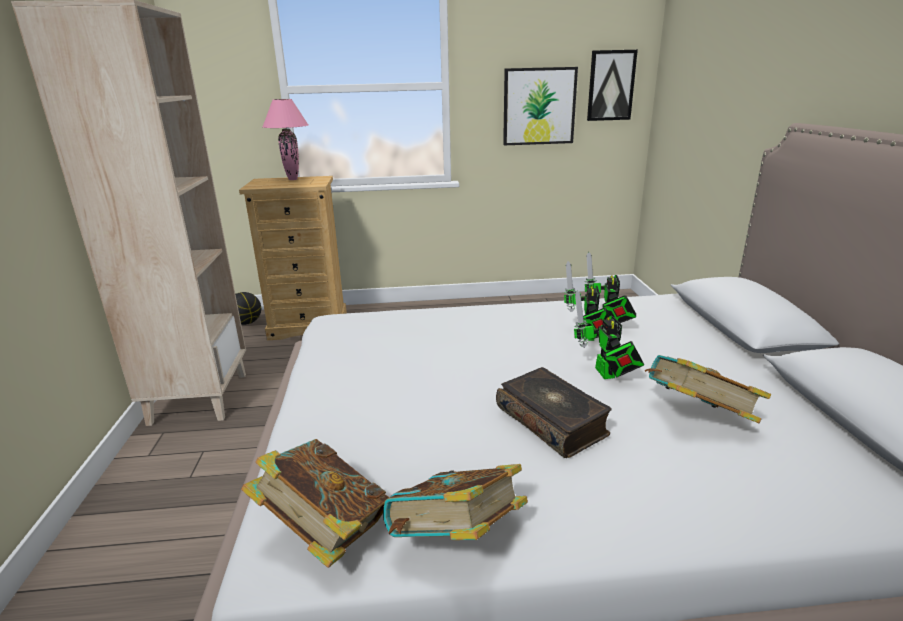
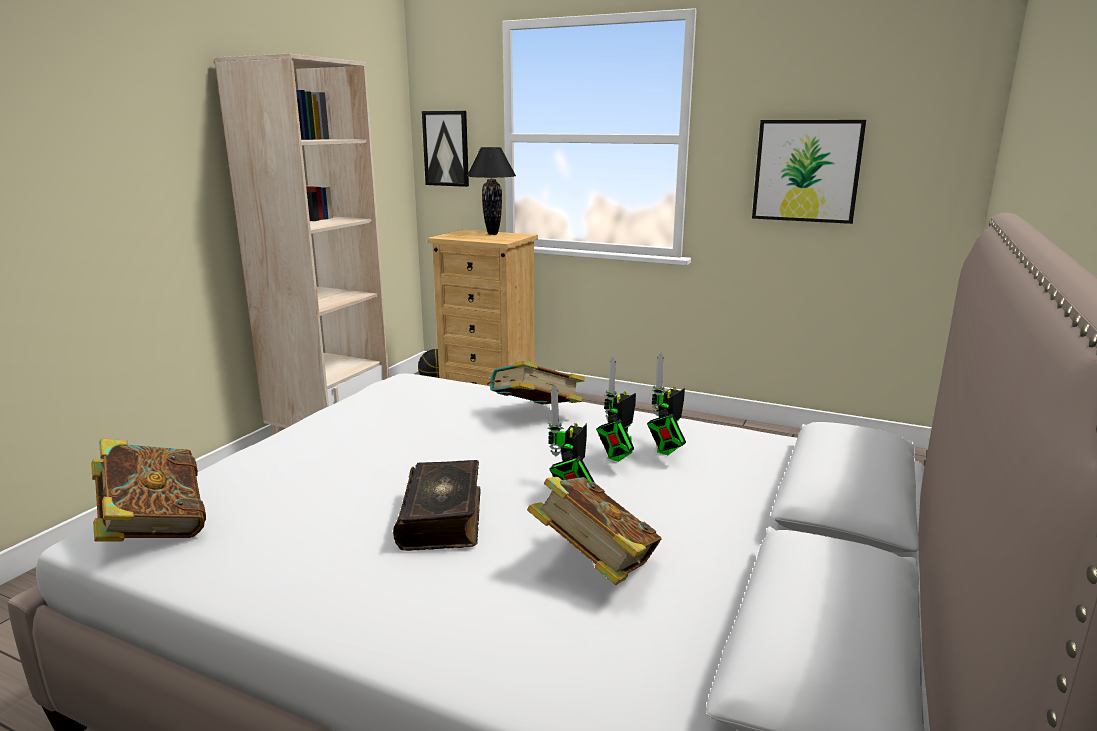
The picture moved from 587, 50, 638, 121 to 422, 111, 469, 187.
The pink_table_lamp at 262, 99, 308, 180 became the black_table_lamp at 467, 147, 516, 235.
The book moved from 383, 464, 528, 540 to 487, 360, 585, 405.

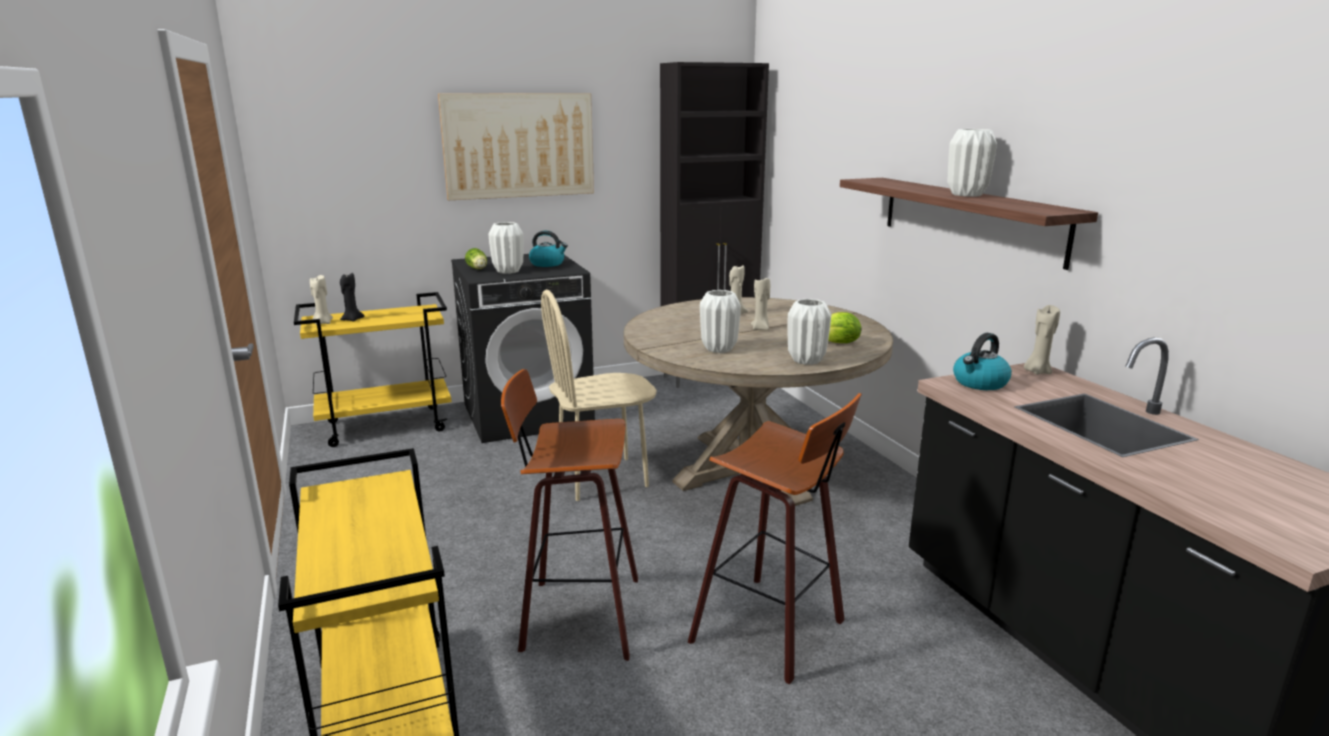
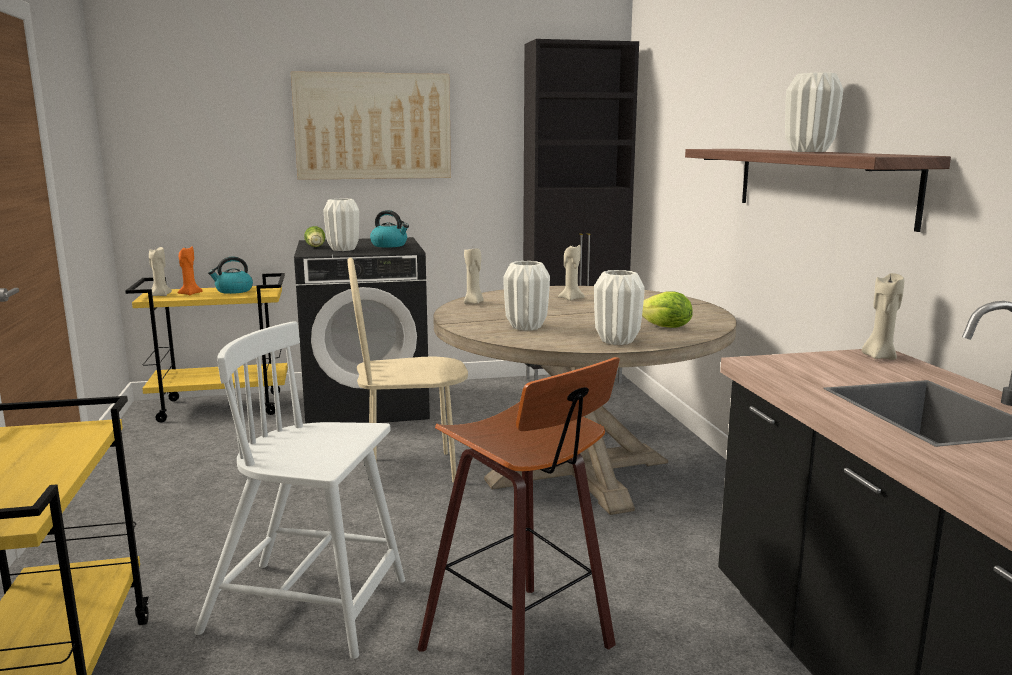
The black_candle at 340, 273, 364, 322 became the orange_candle at 178, 246, 203, 295.
The beige_candle moved from 751, 276, 770, 330 to 464, 247, 483, 304.
The kettle moved from 953, 333, 1012, 390 to 208, 257, 253, 294.
The stool at 501, 369, 638, 661 was replaced by the white_chair at 194, 321, 405, 659.

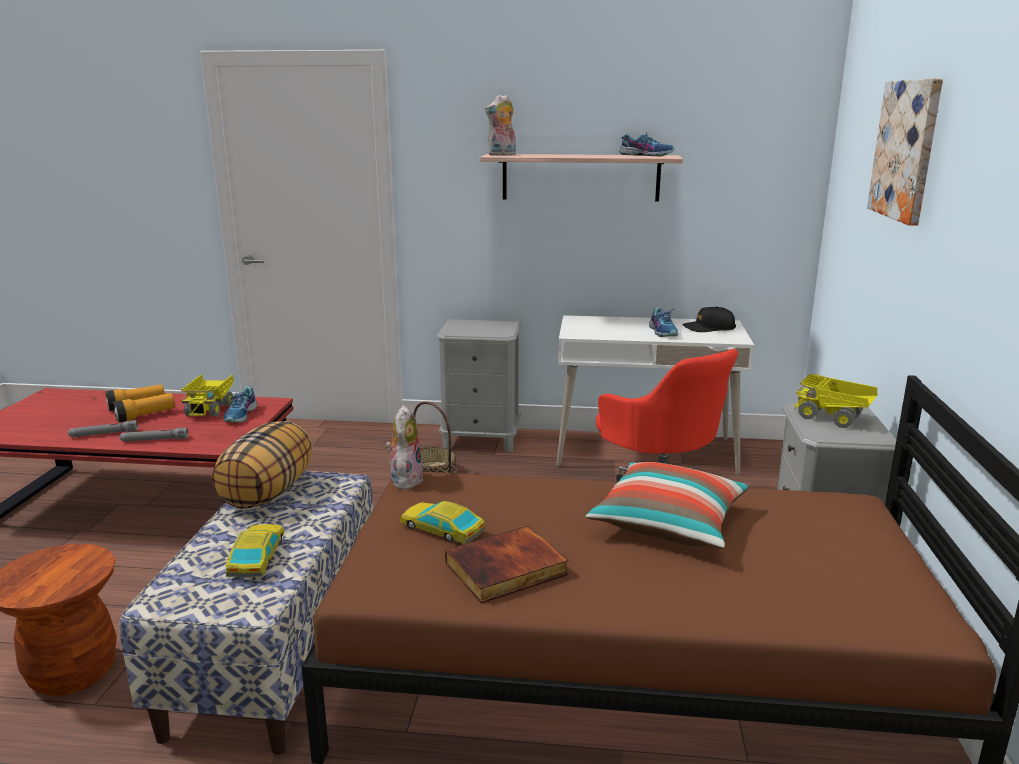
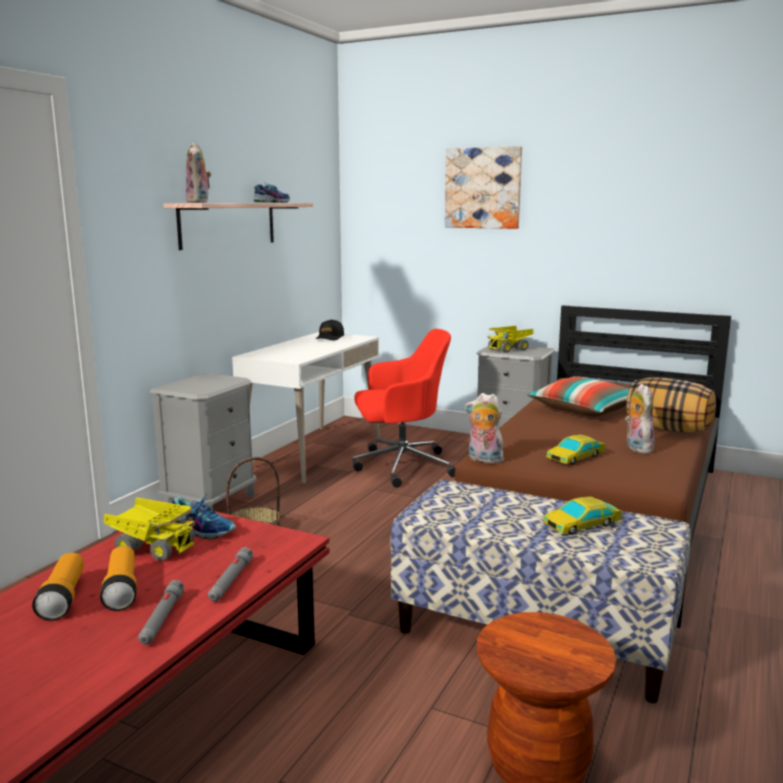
The shoe at 649, 307, 678, 337 disappeared.
The pillow moved from 212, 421, 312, 509 to 626, 378, 716, 433.
The toy_car at 226, 524, 285, 577 turned 45 degrees counterclockwise.
The book at 445, 526, 568, 603 was replaced by the plush_toy at 625, 384, 655, 454.

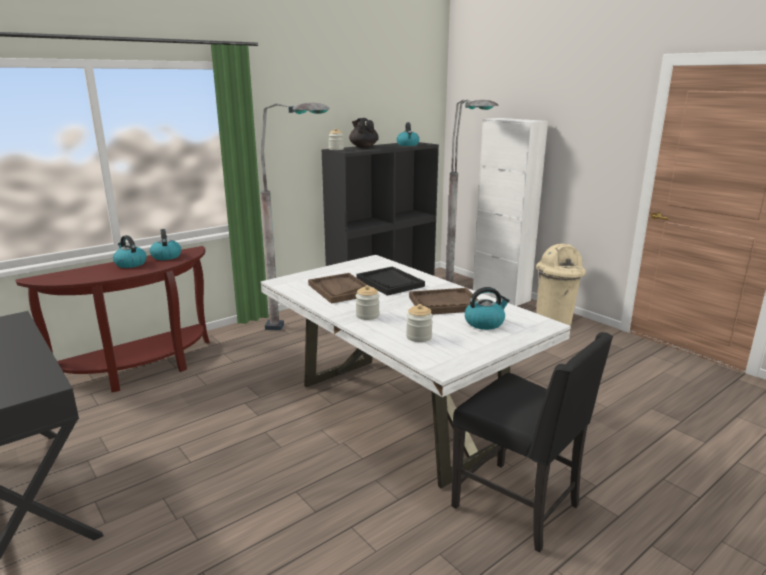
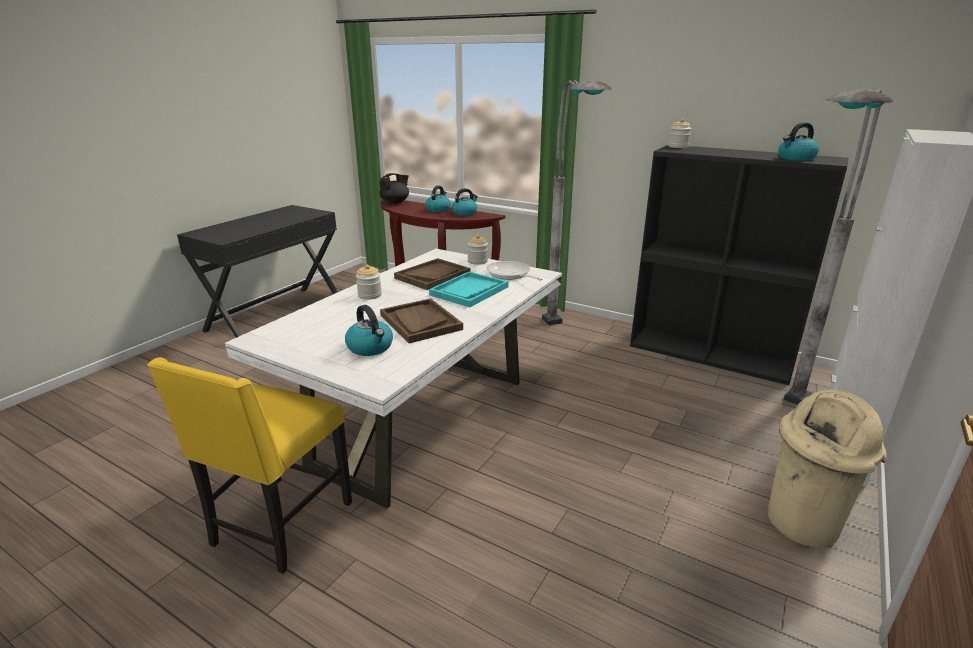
The black_teapot moved from 349, 118, 379, 148 to 379, 173, 409, 204.
The black_tray at 356, 266, 425, 296 became the turquoise_tray at 429, 271, 509, 307.
The jar moved from 406, 304, 433, 342 to 467, 235, 488, 265.
The black_chair at 451, 332, 613, 553 became the yellow_chair at 147, 357, 352, 574.
The frying_pan at 486, 261, 543, 281 appeared.

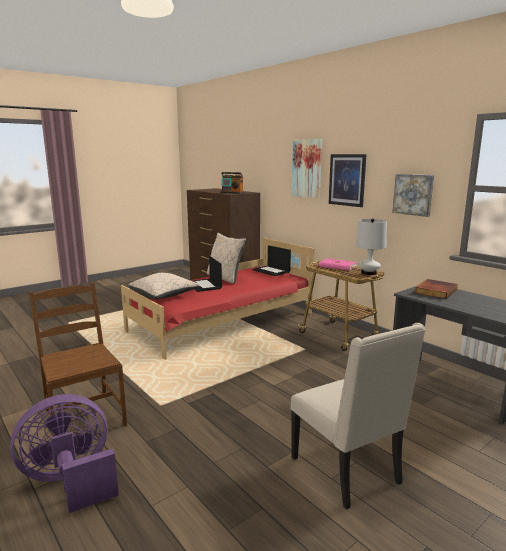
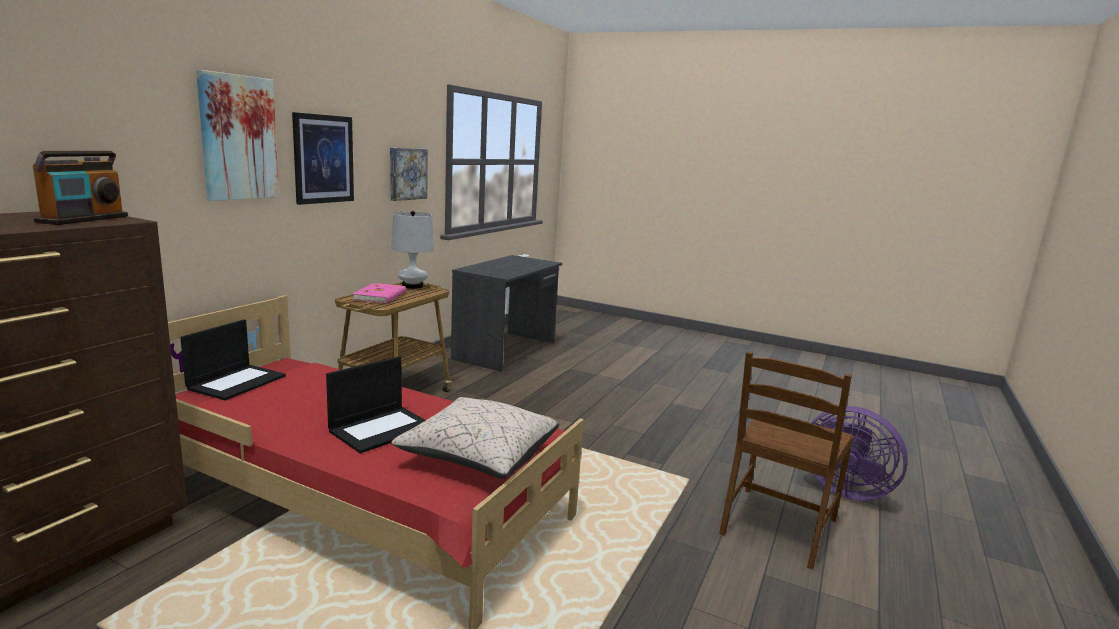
The beige_pillow at 207, 233, 246, 284 disappeared.
The book at 414, 279, 458, 299 disappeared.
The beige_chair at 290, 323, 426, 510 disappeared.

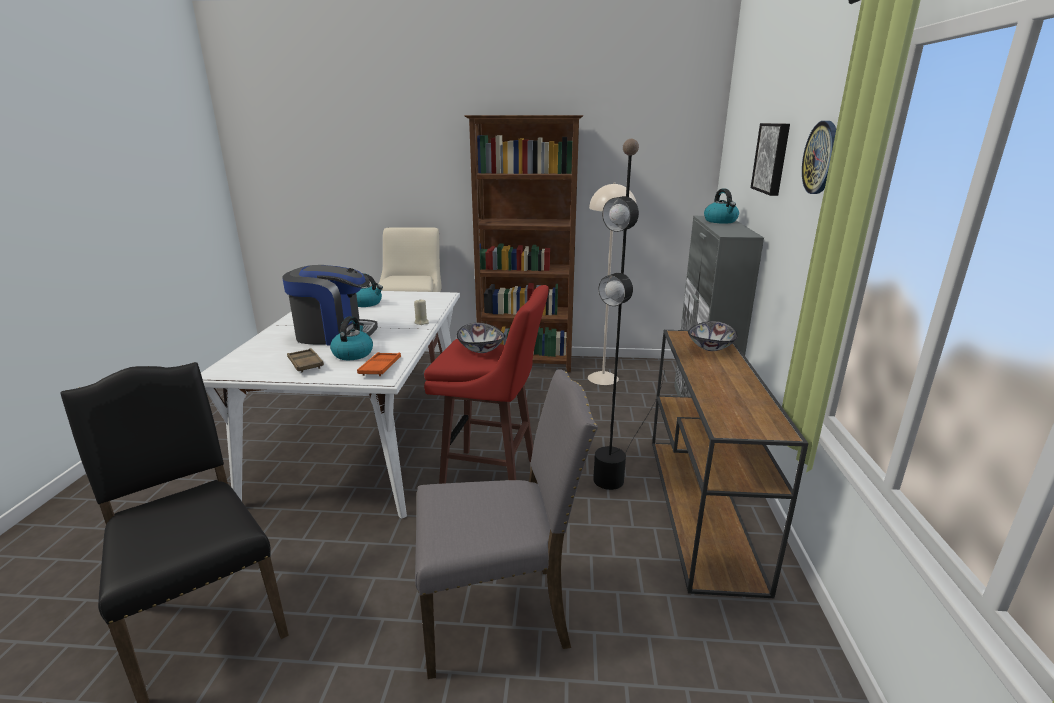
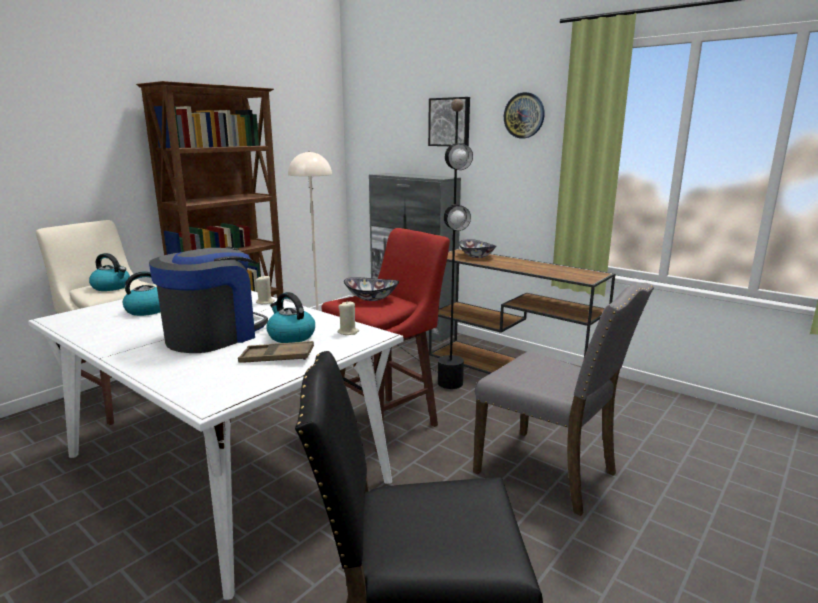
The kettle moved from 704, 189, 739, 224 to 89, 253, 130, 291.
The orange_tray at 357, 352, 401, 376 was replaced by the beige_candle at 338, 302, 359, 335.
The grey_chair at 415, 369, 598, 679 turned 105 degrees clockwise.

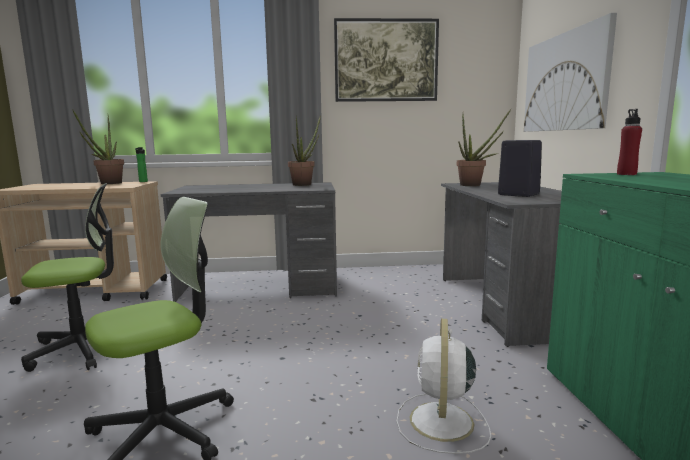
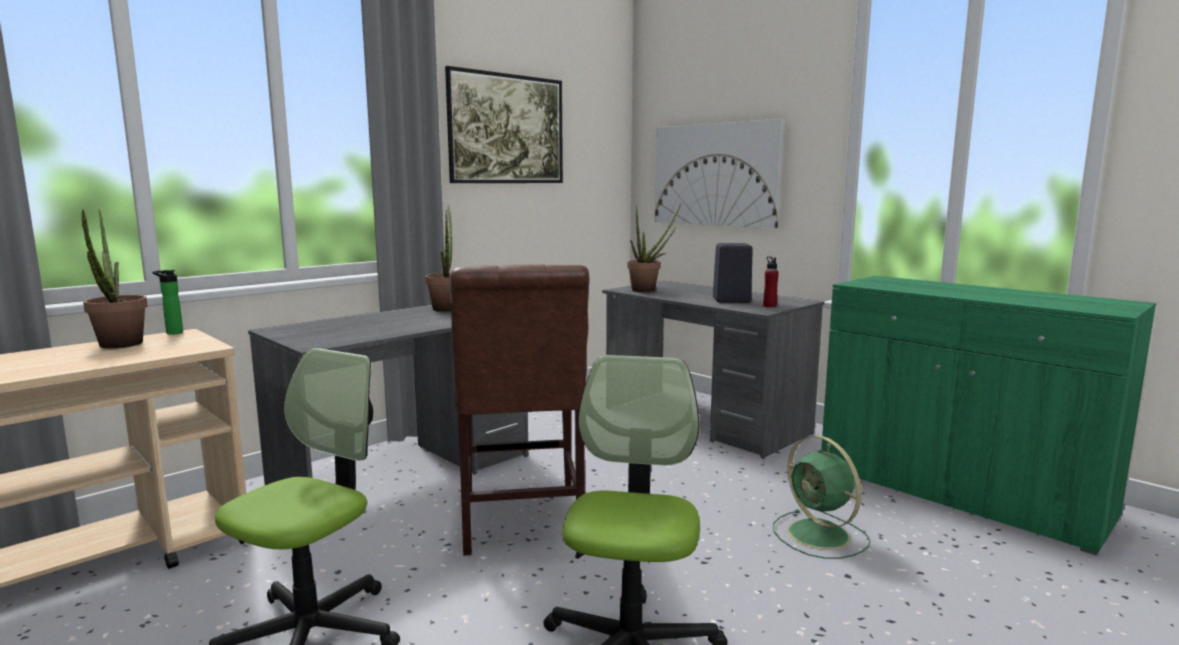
The red_bottle moved from 617, 109, 642, 175 to 763, 257, 779, 307.
The white_fan at 396, 319, 491, 454 became the green_fan at 773, 435, 870, 559.
The brown_chair at 449, 264, 590, 556 appeared.

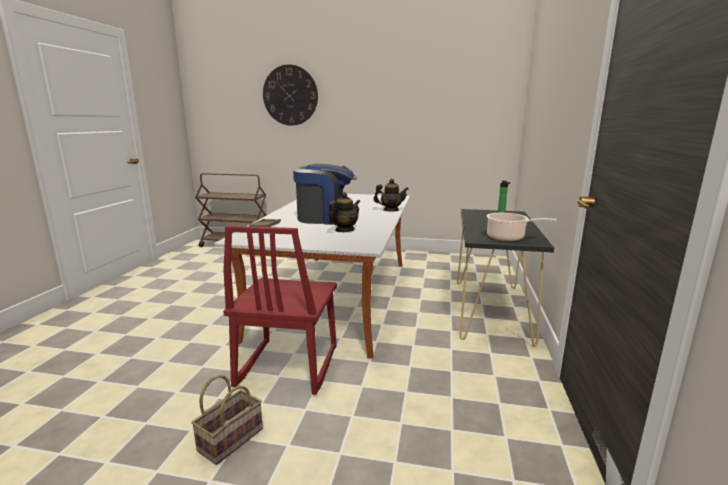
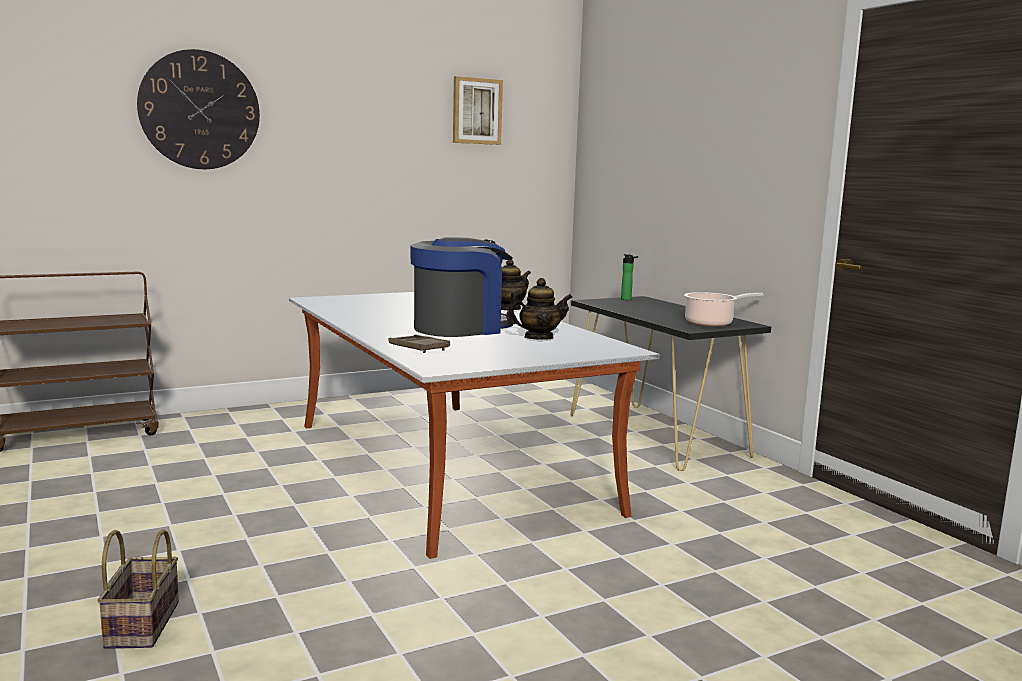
The teapot at 328, 192, 360, 232 turned 75 degrees clockwise.
The red_chair at 223, 226, 337, 395 disappeared.
The basket moved from 191, 375, 263, 465 to 98, 529, 179, 649.
The picture at 453, 76, 503, 145 appeared.

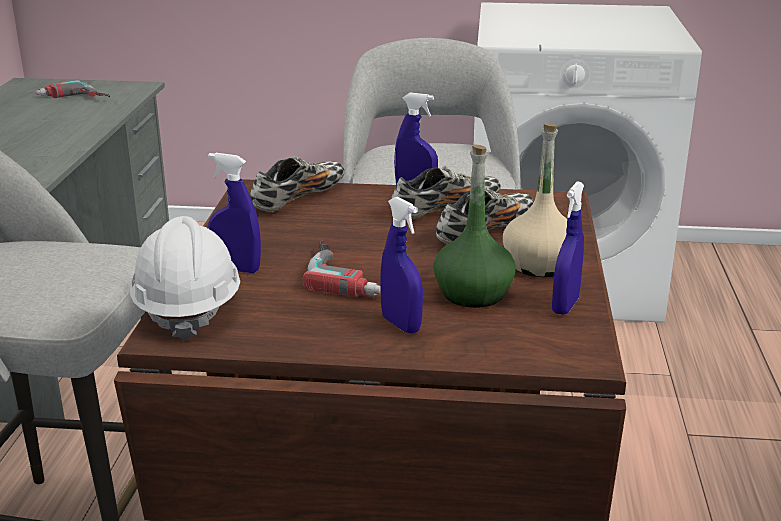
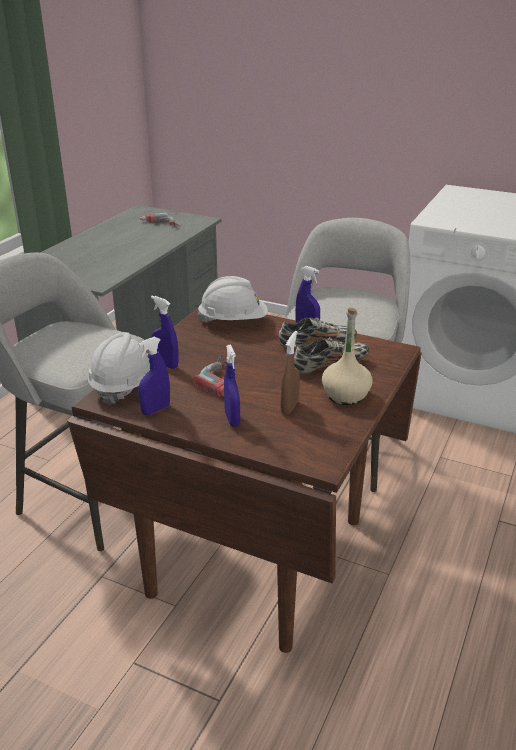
The green_bottle at 433, 144, 516, 308 was replaced by the brown_spray_bottle at 280, 331, 300, 415.
The shoe at 250, 156, 344, 212 was replaced by the white_hard_hat at 197, 276, 268, 322.
The blue_spray_bottle moved from 552, 181, 584, 315 to 138, 337, 170, 415.

